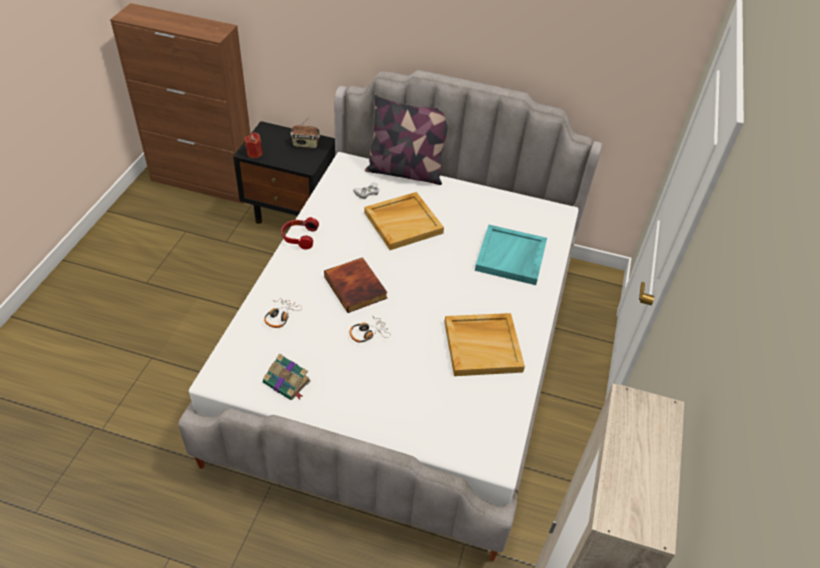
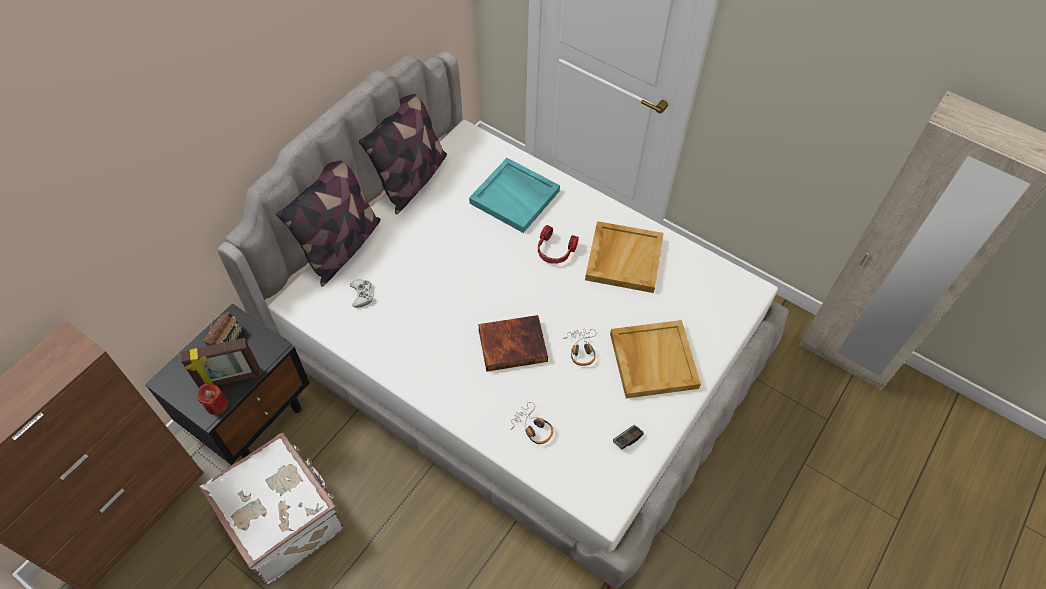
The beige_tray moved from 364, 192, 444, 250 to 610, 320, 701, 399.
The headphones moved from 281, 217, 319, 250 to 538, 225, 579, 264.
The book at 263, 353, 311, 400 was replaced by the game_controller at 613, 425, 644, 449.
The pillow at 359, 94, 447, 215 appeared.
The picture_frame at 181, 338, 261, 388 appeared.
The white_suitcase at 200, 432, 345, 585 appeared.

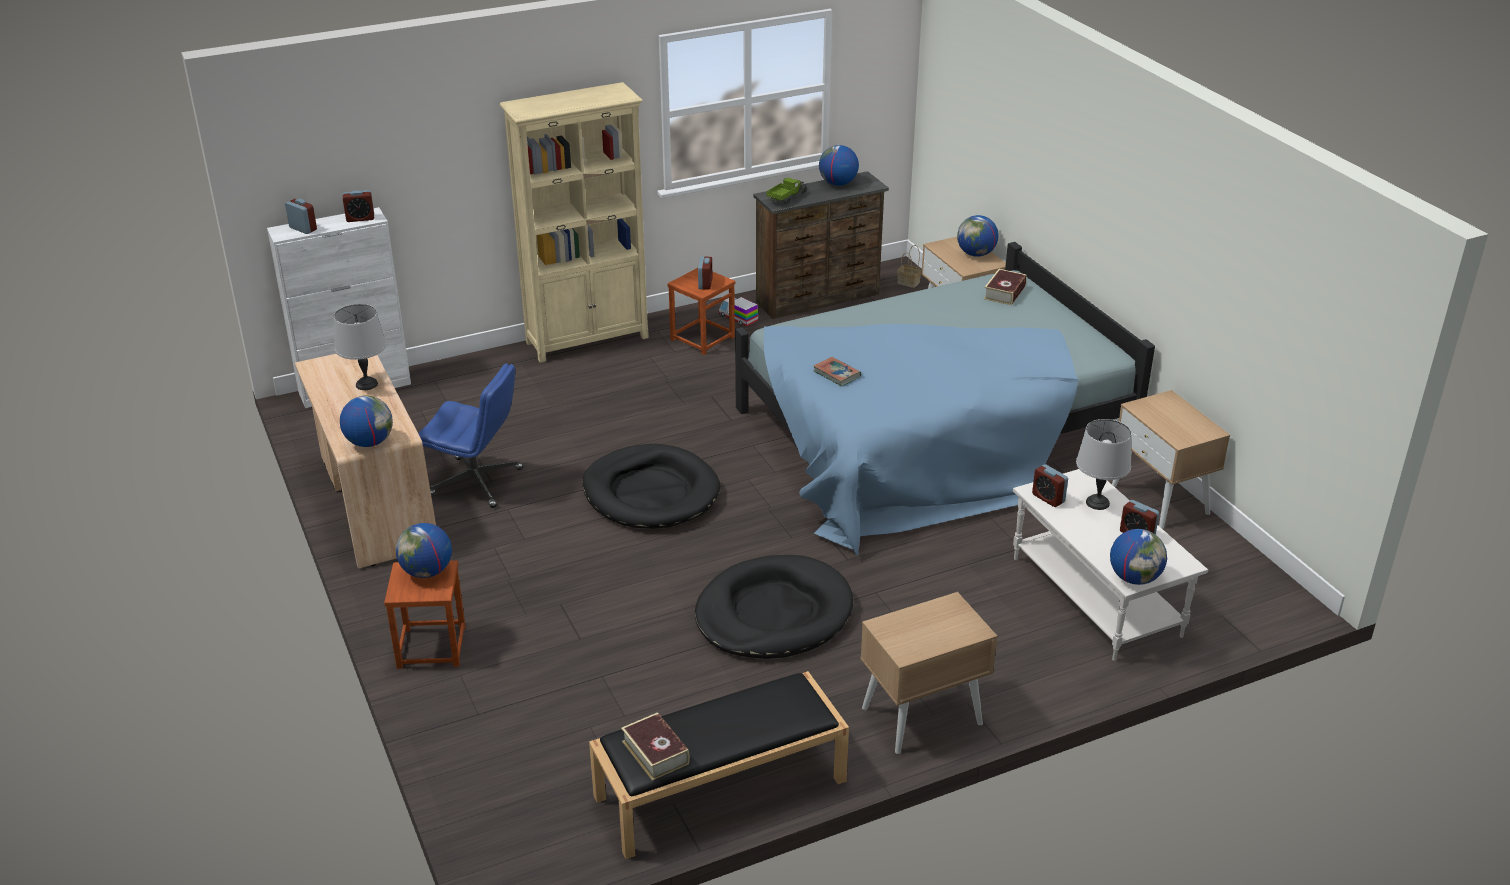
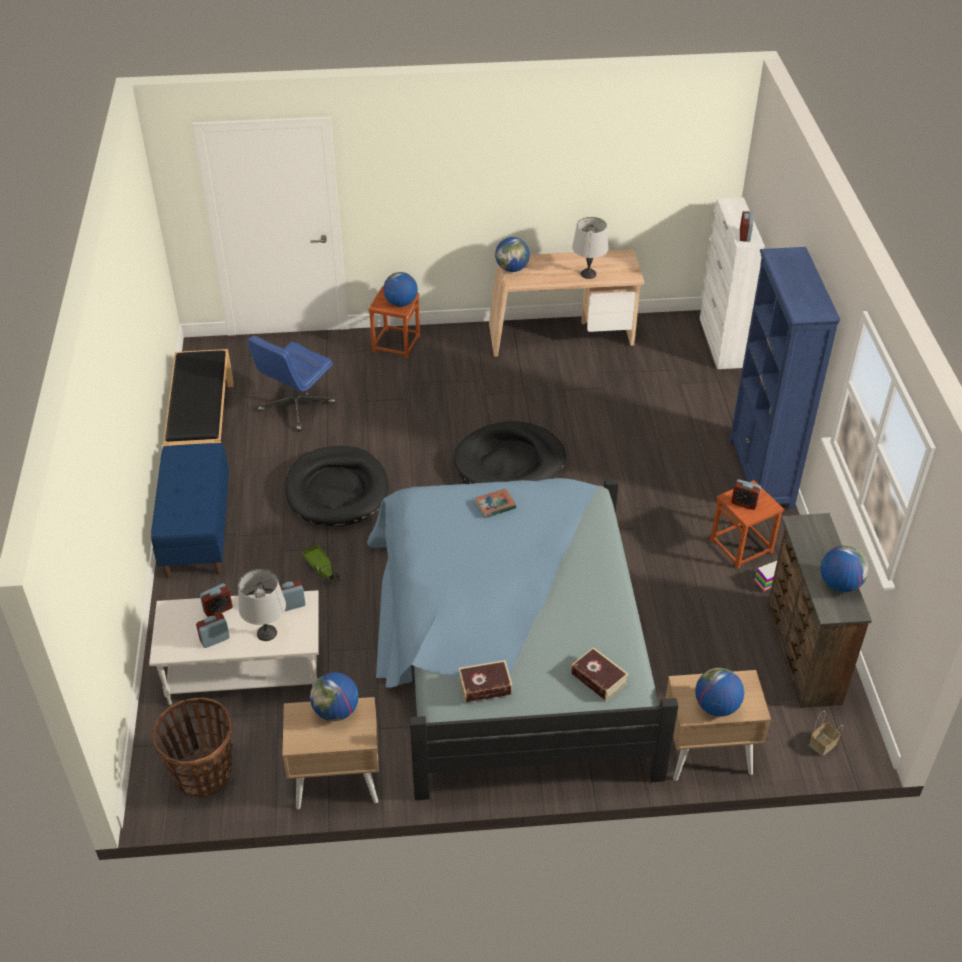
The beige_bookcase at 500, 82, 649, 363 became the blue_bookcase at 729, 247, 840, 509.
The toy_truck moved from 766, 178, 808, 205 to 302, 545, 340, 587.
The alarm_clock moved from 285, 199, 317, 234 to 200, 583, 233, 617.
The blue_office_chair moved from 418, 363, 523, 508 to 248, 335, 336, 432.
The globe moved from 1110, 529, 1167, 585 to 310, 672, 359, 721.
The beige_nightstand at 860, 592, 998, 754 was replaced by the blue_bench at 151, 443, 229, 578.
The book moved from 621, 712, 690, 781 to 459, 660, 513, 703.
The basket at 152, 697, 233, 798 appeared.

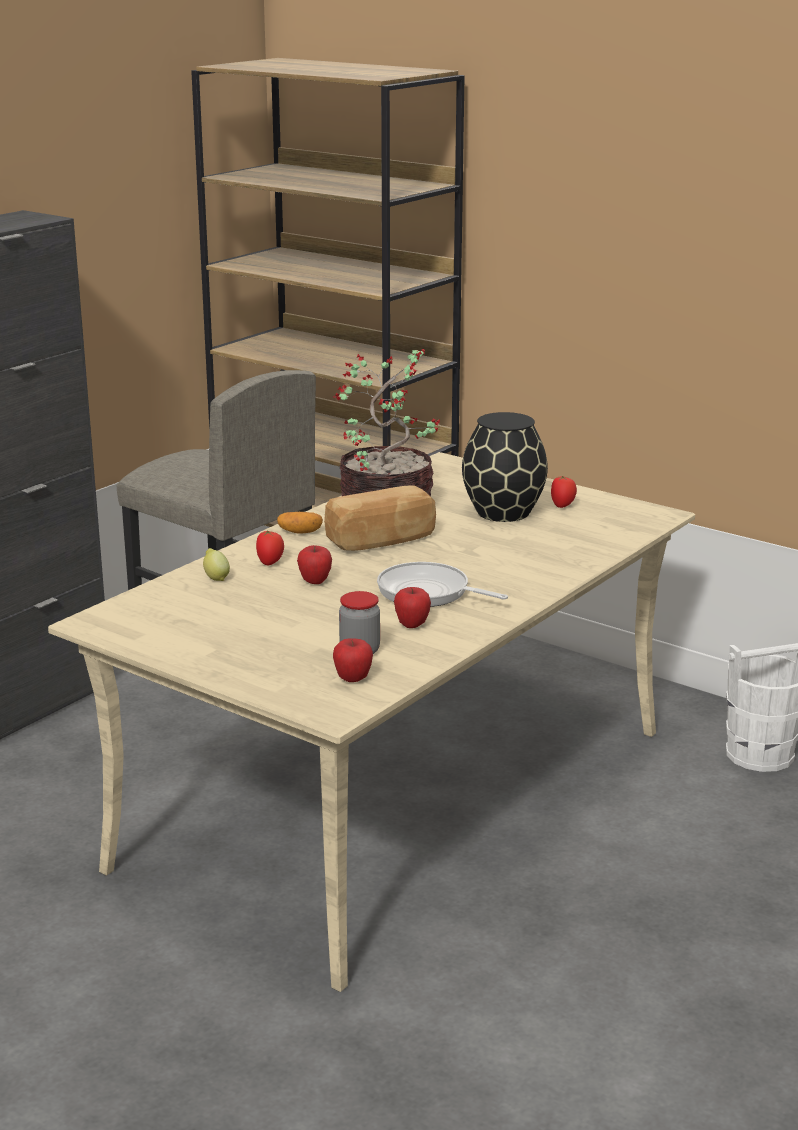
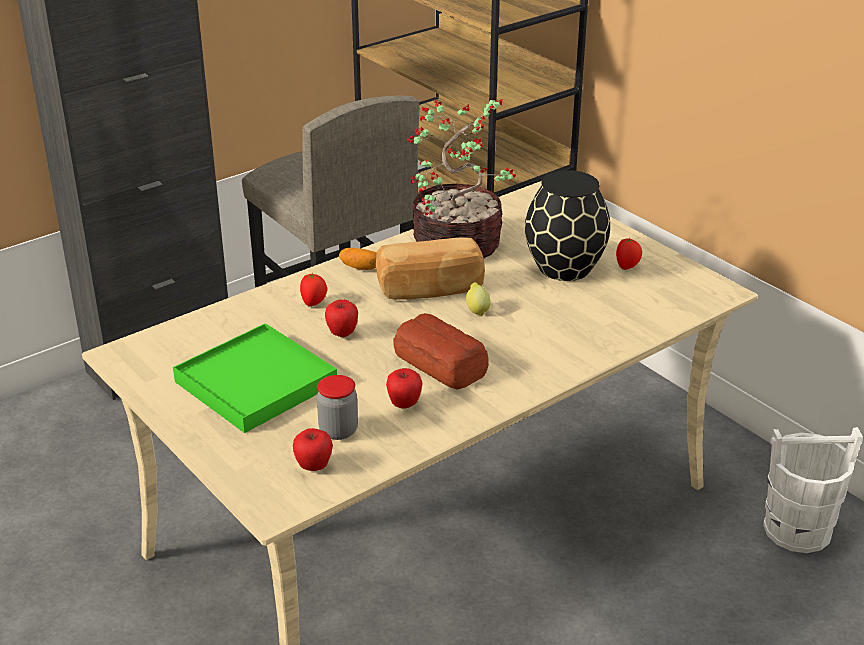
The lemon moved from 203, 548, 230, 581 to 466, 282, 491, 316.
The frying_pan at 377, 562, 508, 607 was replaced by the bread at 393, 313, 489, 389.
The green_tray at 173, 323, 337, 433 appeared.

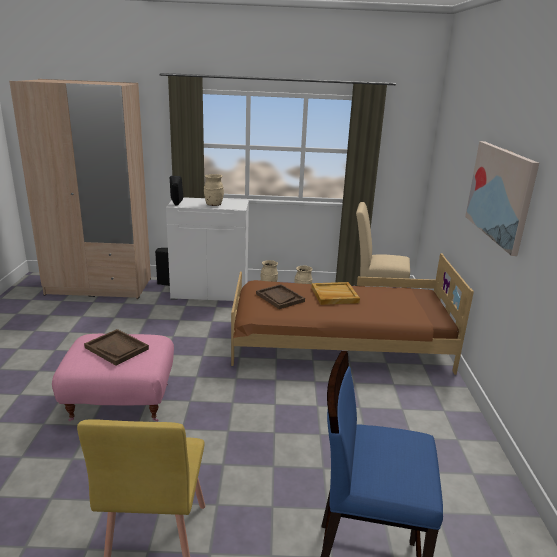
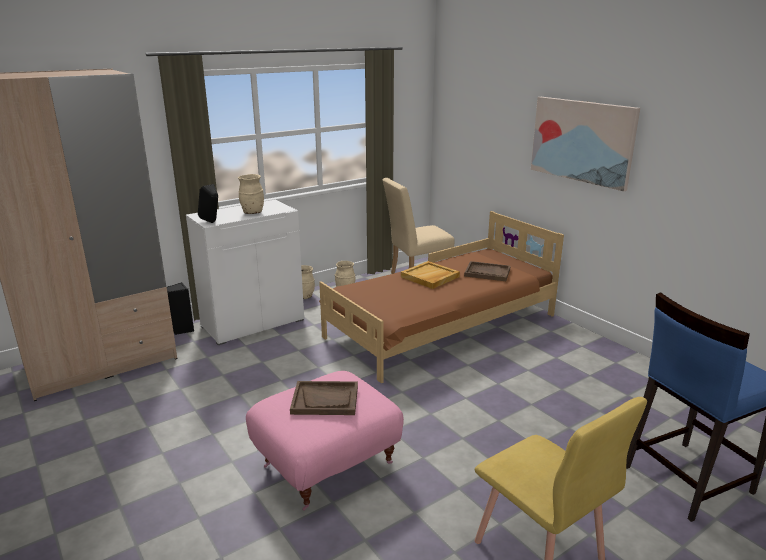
The brown_tray moved from 256, 284, 305, 309 to 464, 261, 510, 281.

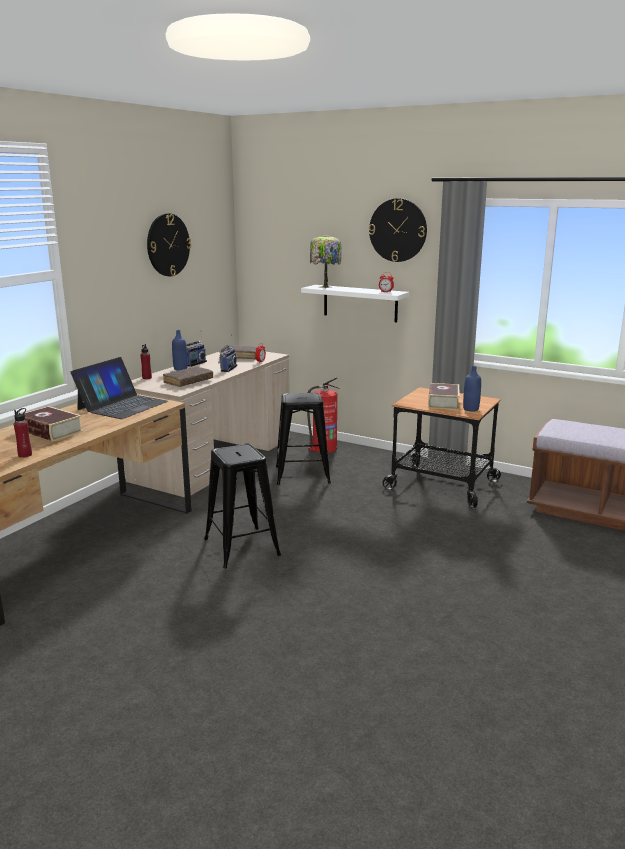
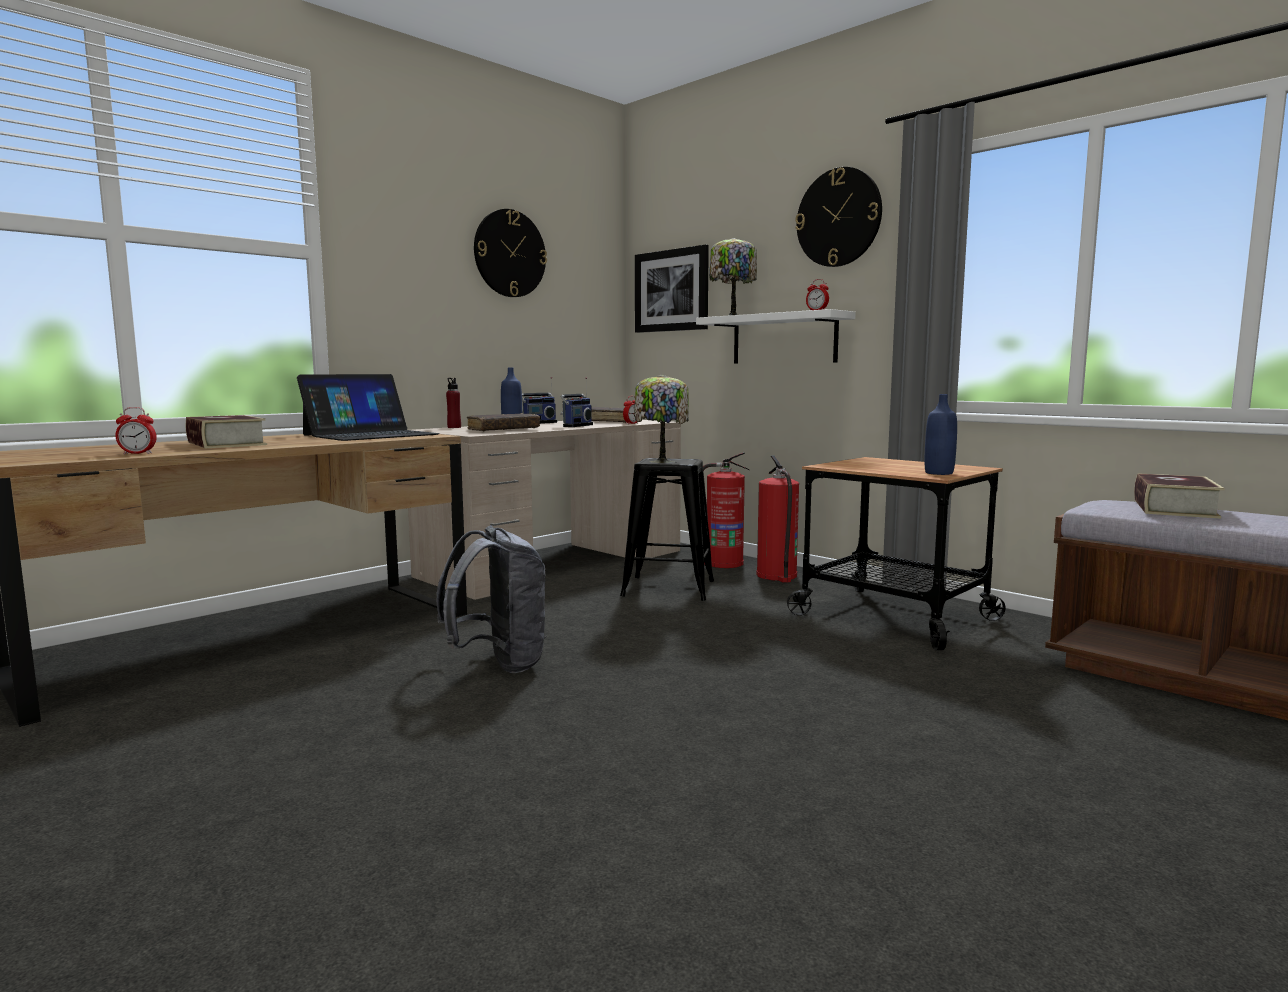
The book moved from 428, 383, 459, 410 to 1134, 473, 1225, 519.
The red_bottle at 14, 408, 32, 458 was replaced by the alarm_clock at 116, 407, 157, 454.
The black_stool at 204, 444, 281, 568 was replaced by the grey_backpack at 437, 525, 547, 673.
The picture at 635, 244, 709, 333 appeared.
The table_lamp at 634, 374, 689, 463 appeared.
The fire_extinguisher at 756, 455, 799, 583 appeared.

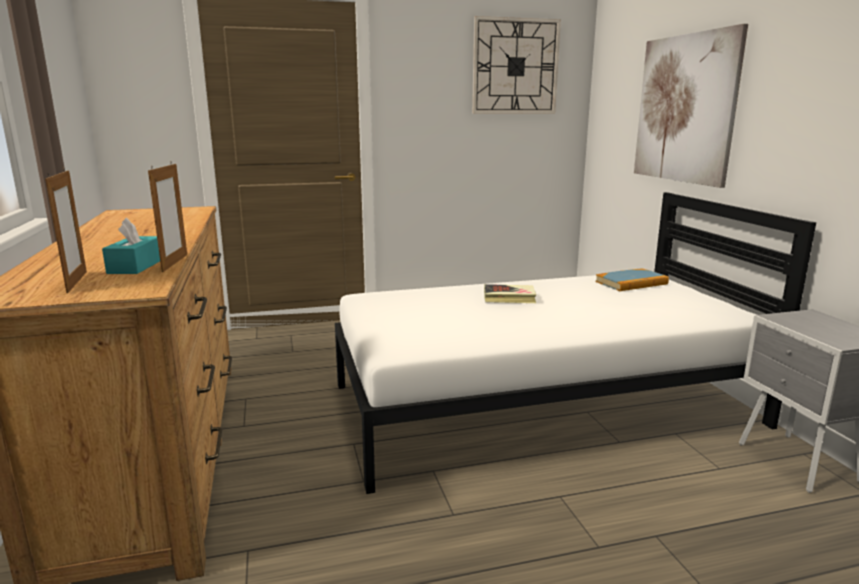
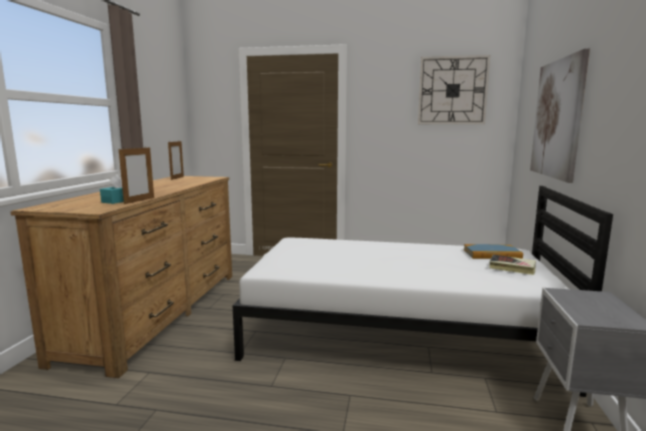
The picture_frame moved from 45, 168, 87, 293 to 168, 141, 184, 180.
The book moved from 484, 284, 536, 303 to 489, 255, 536, 275.

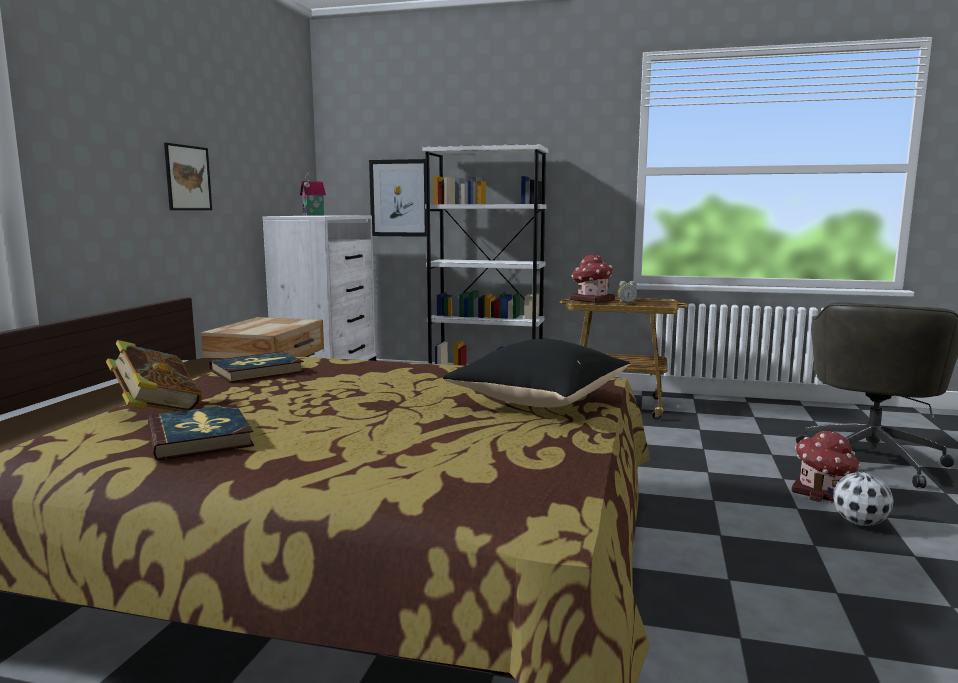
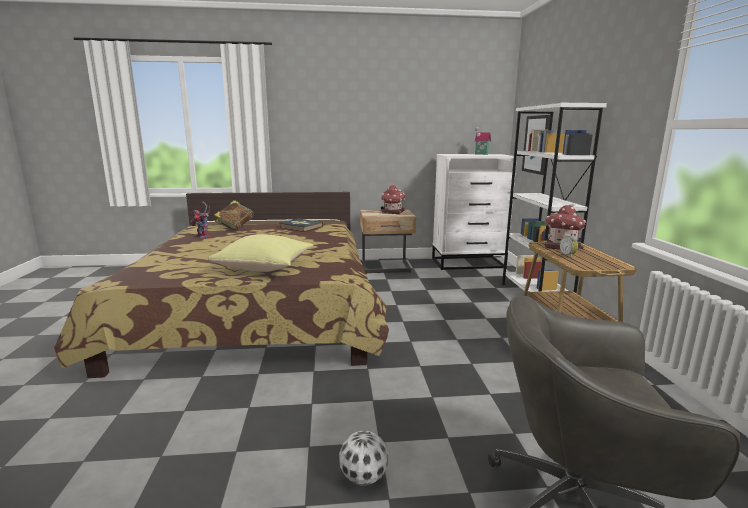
The picture at 164, 143, 212, 210 disappeared.
The black_pillow at 443, 339, 630, 407 became the yellow_pillow at 208, 234, 313, 271.
The book at 148, 404, 254, 461 was replaced by the toy_robot at 190, 202, 210, 239.
The toy_house moved from 792, 431, 861, 502 to 381, 185, 405, 214.

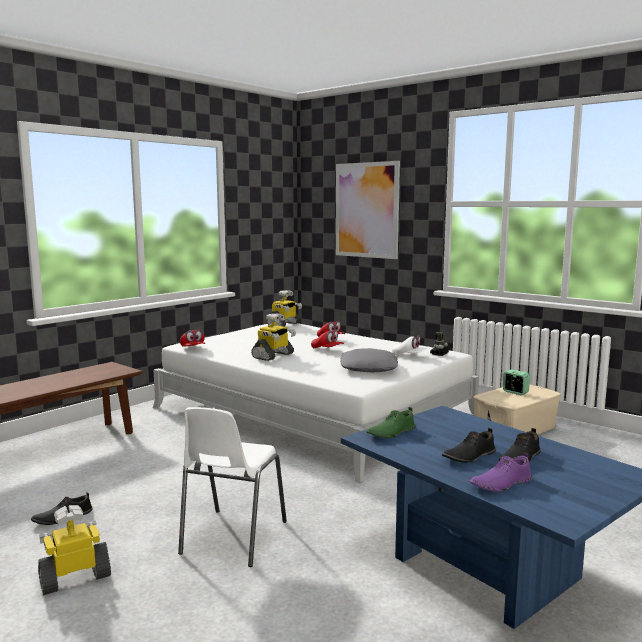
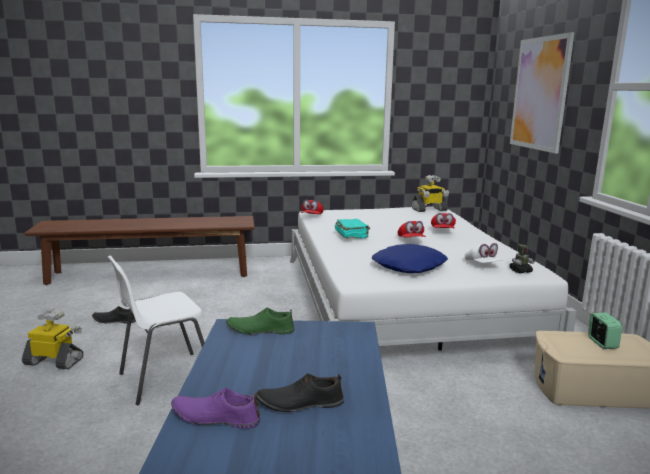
The toy_robot at 251, 313, 296, 361 was replaced by the turquoise_book at 335, 219, 370, 239.
The grey_pillow at 340, 348, 398, 373 became the blue_pillow at 372, 244, 448, 273.
The black_shoe at 442, 428, 496, 463 disappeared.

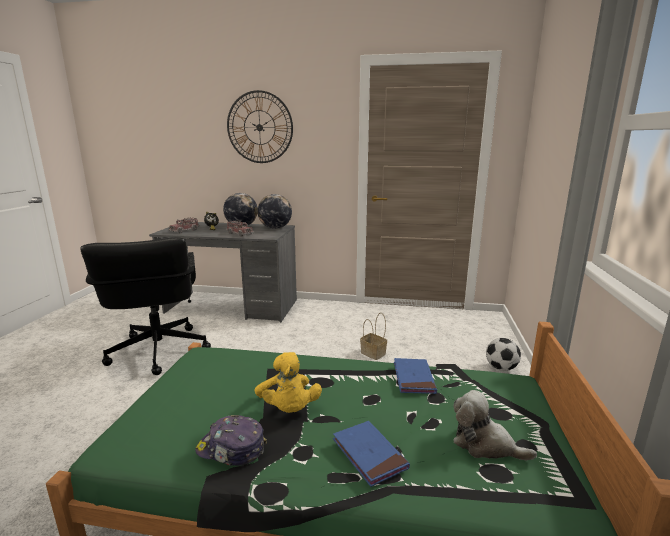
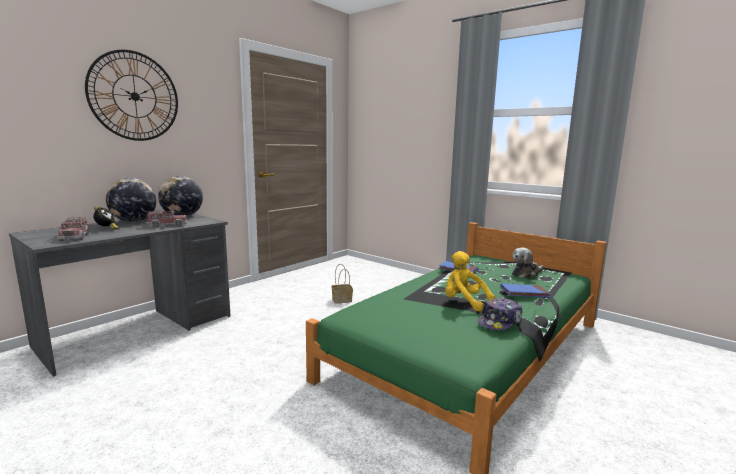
The black_office_chair at 81, 237, 211, 375 disappeared.
The football at 486, 338, 521, 371 disappeared.
The yellow_plush_toy at 254, 352, 322, 413 turned 150 degrees counterclockwise.

